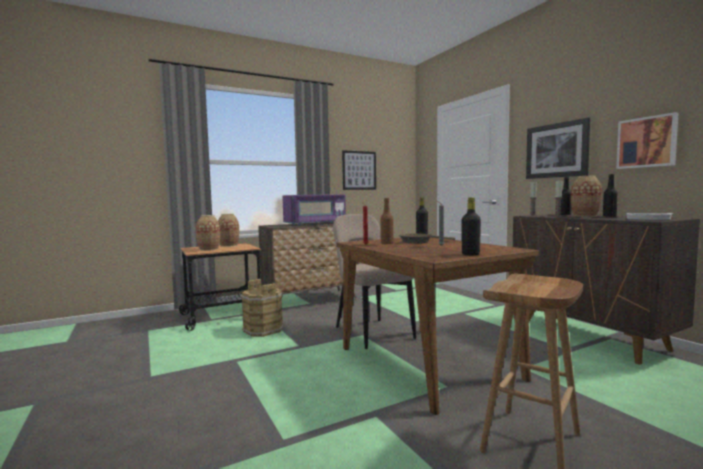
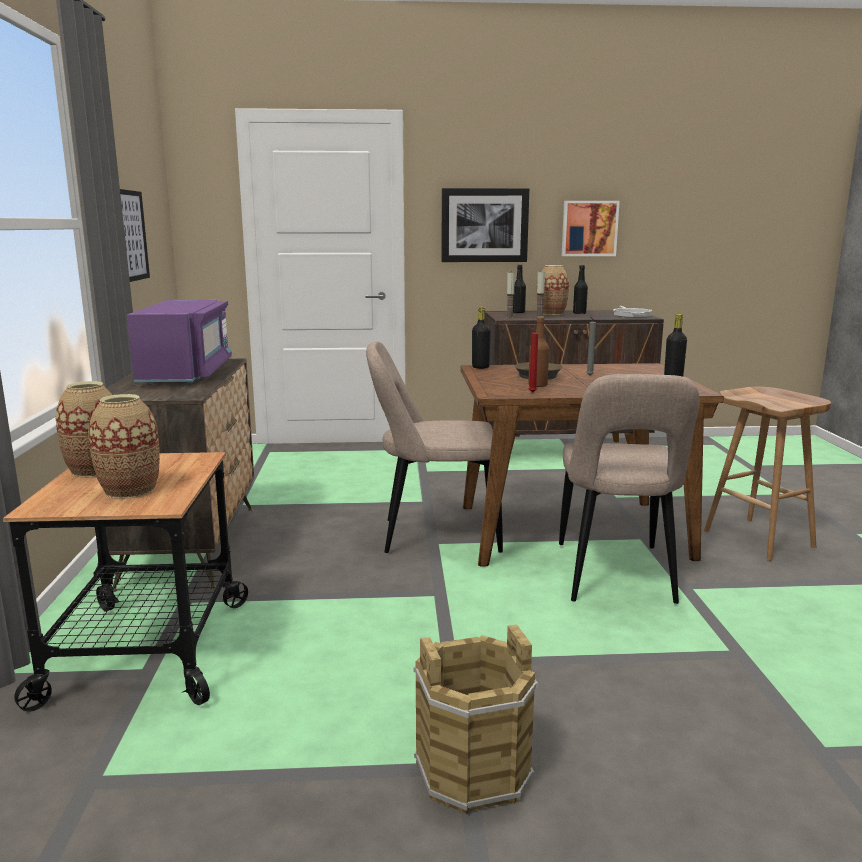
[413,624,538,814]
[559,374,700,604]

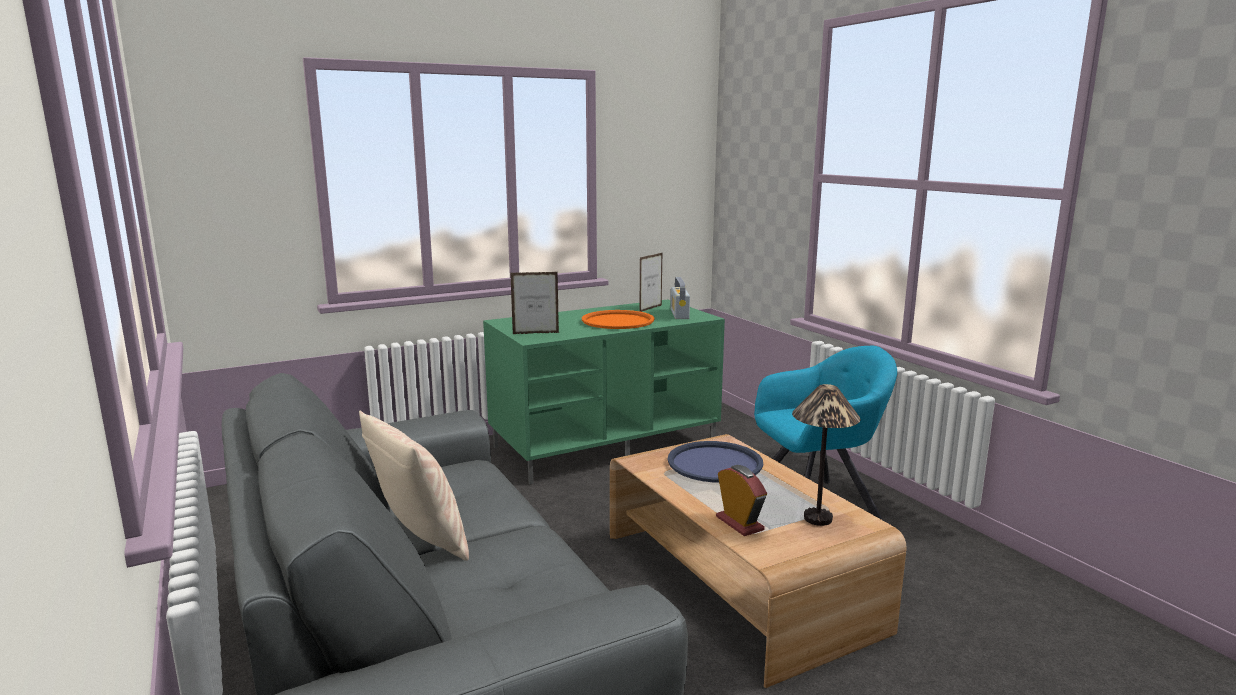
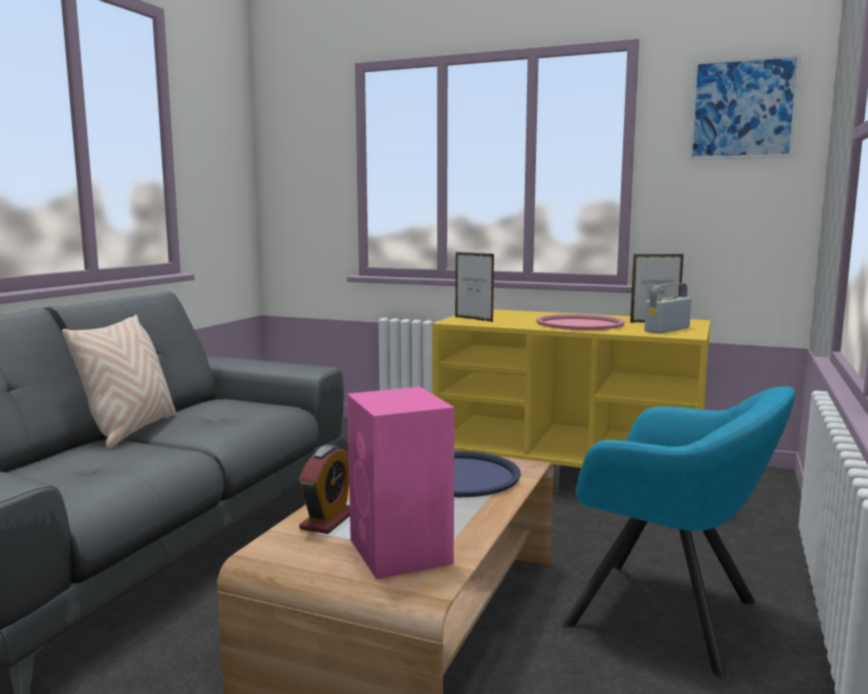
[432,309,710,493]
[536,314,625,330]
[347,387,455,579]
[689,53,802,160]

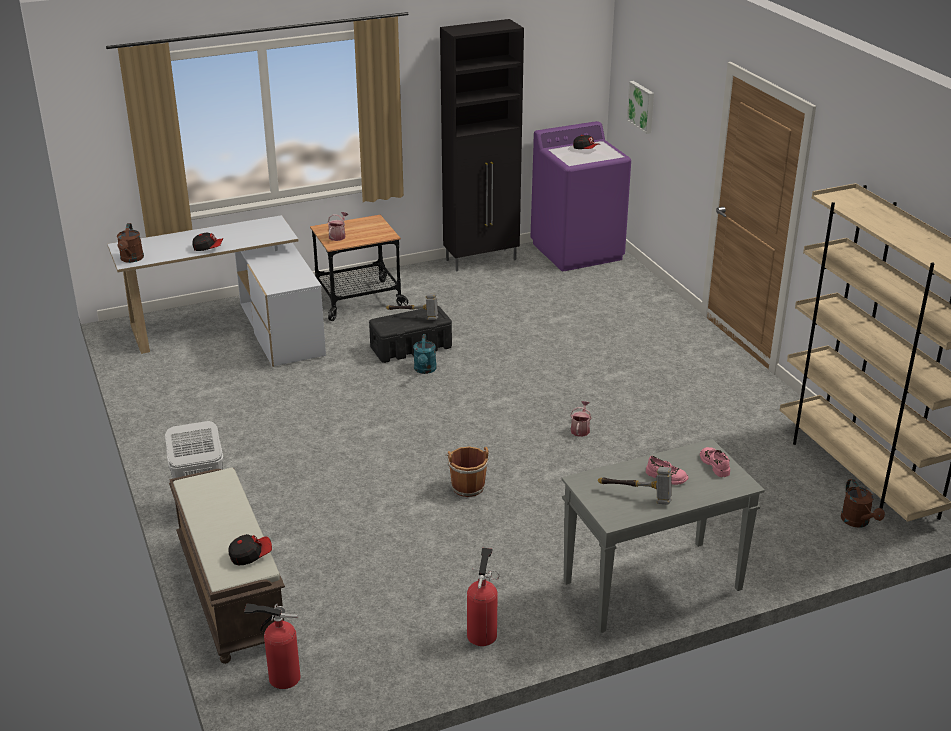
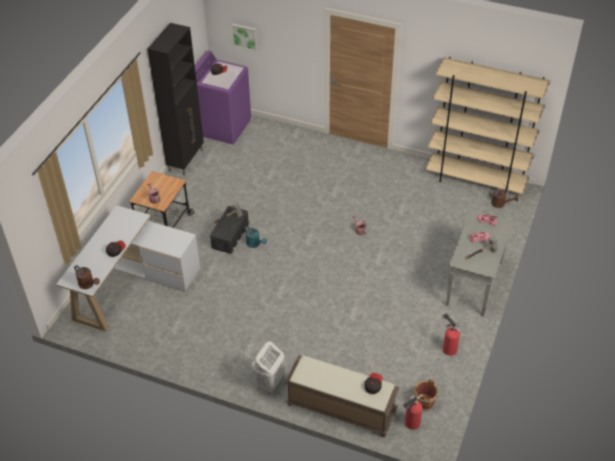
[412,379,438,411]

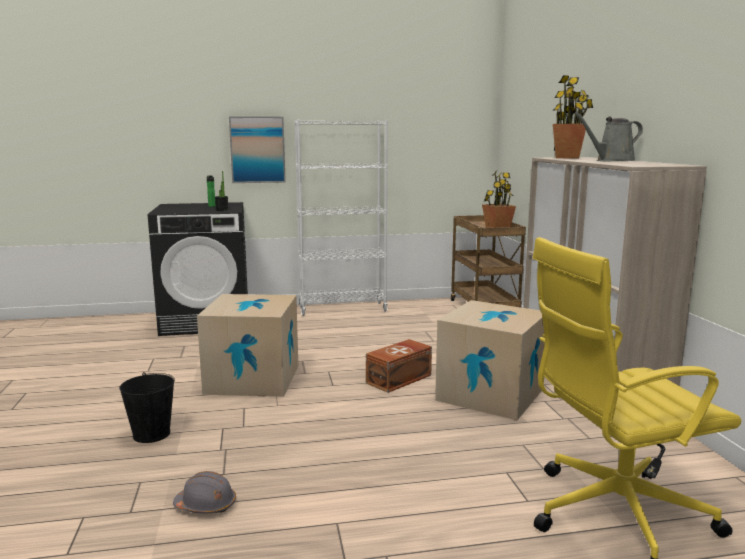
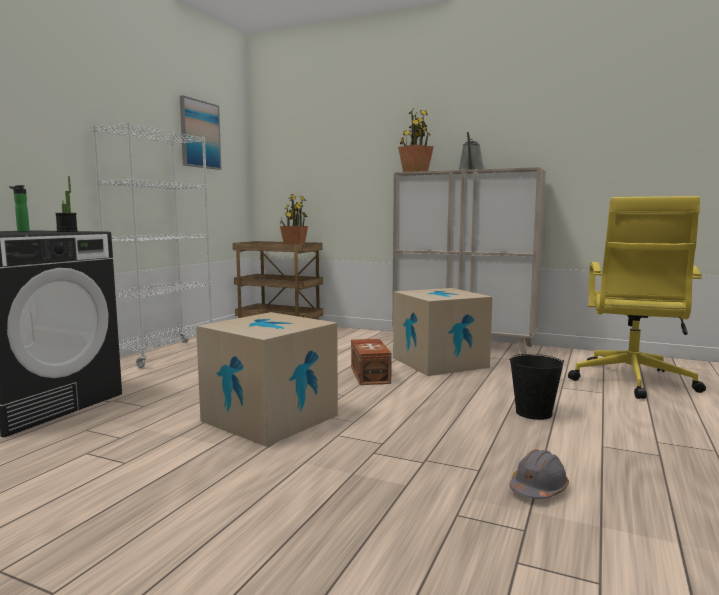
[180,95,221,170]
[509,354,564,420]

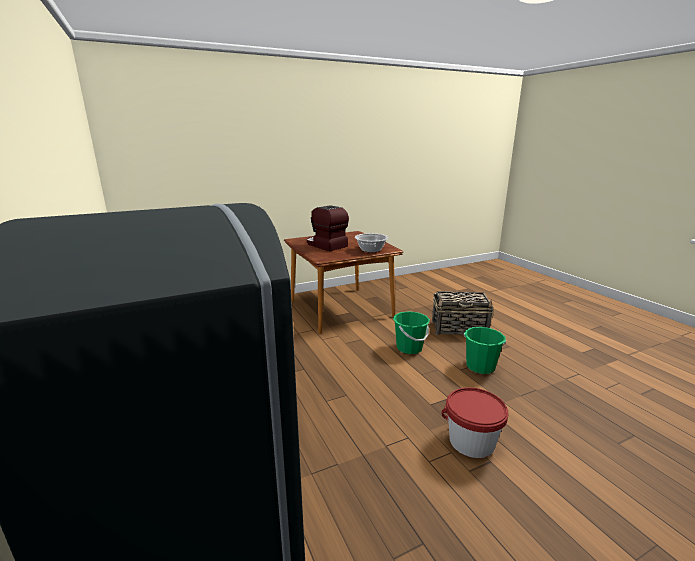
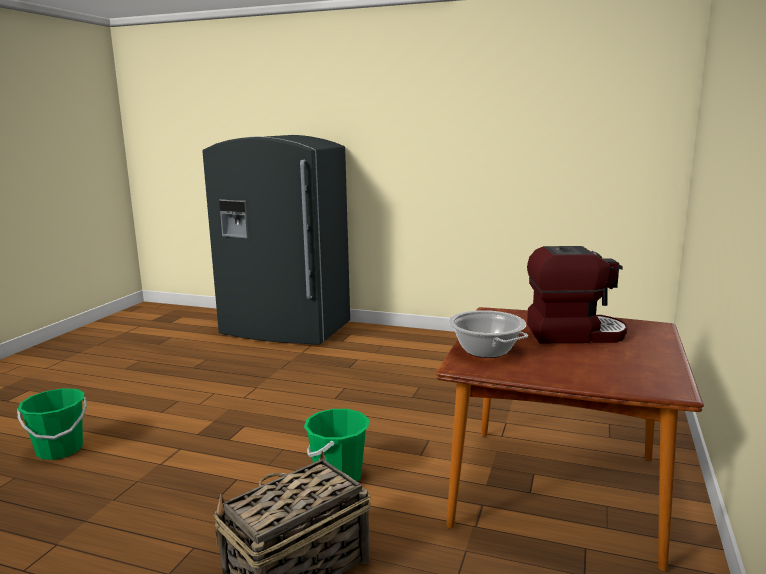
[17,388,87,460]
[441,387,509,458] (first image)

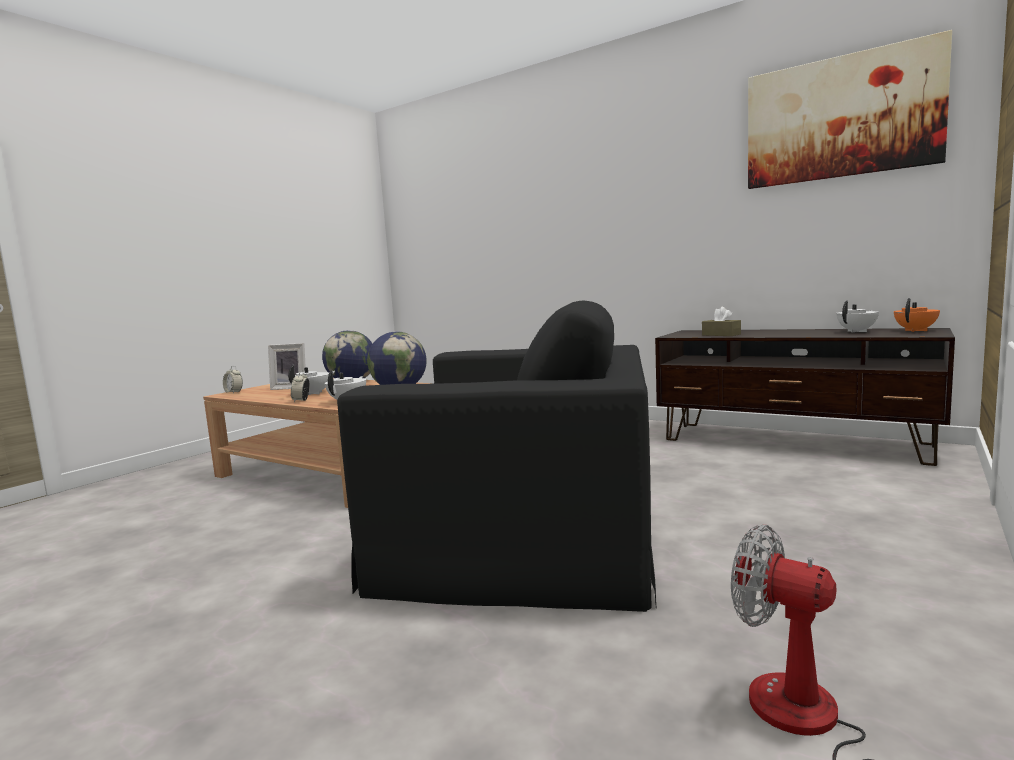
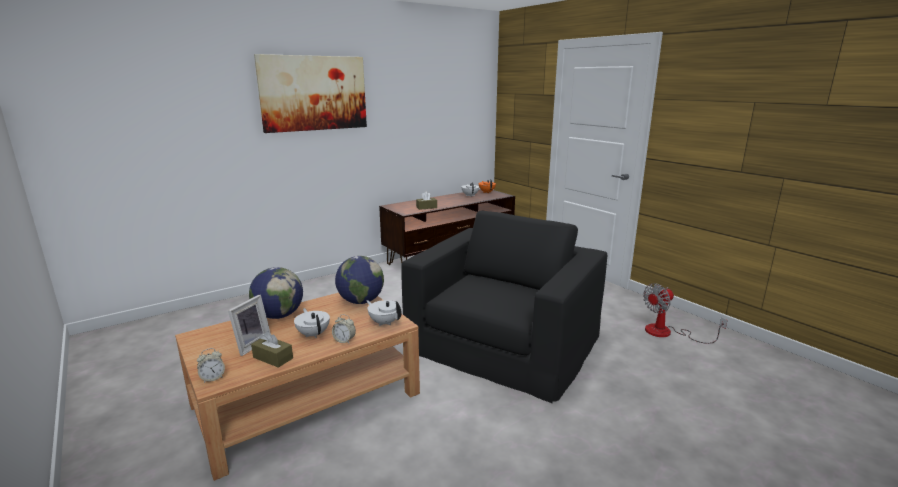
[254,54,367,133]
[251,331,293,368]

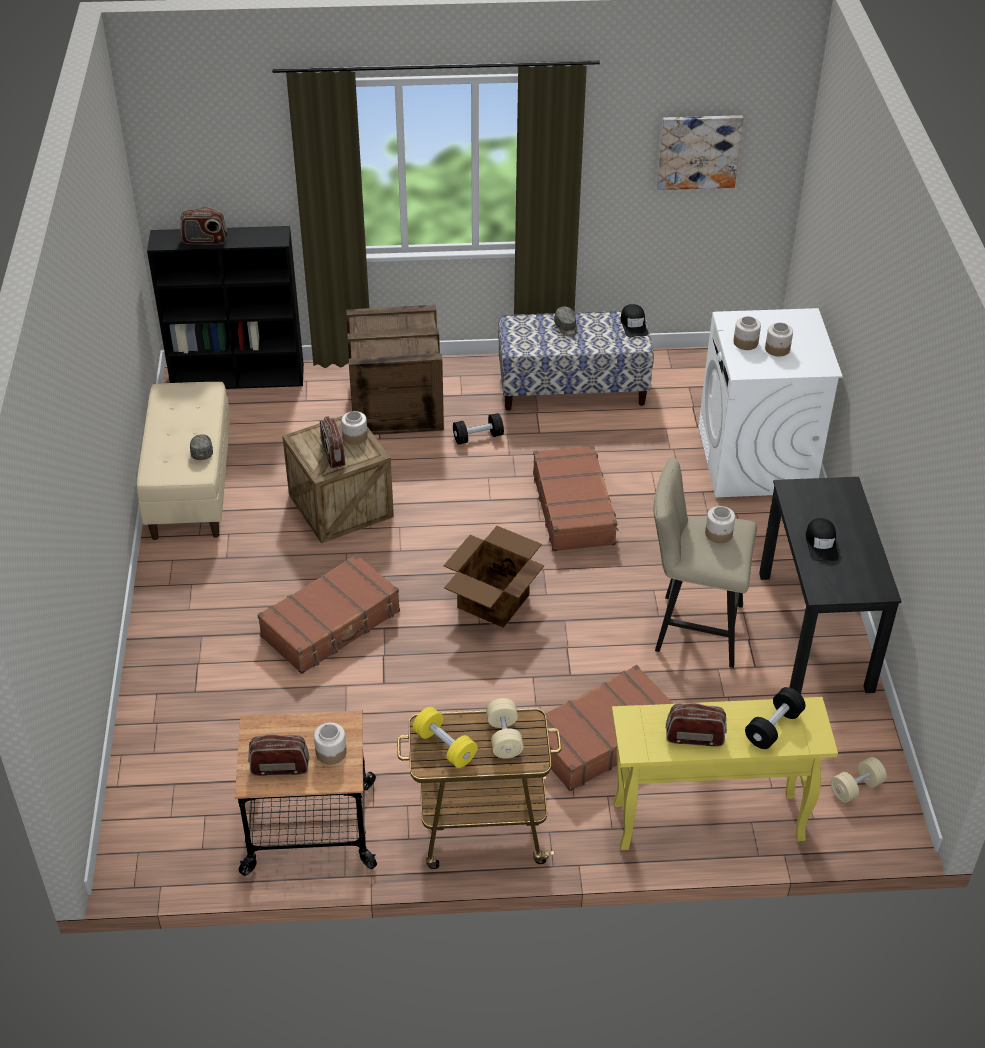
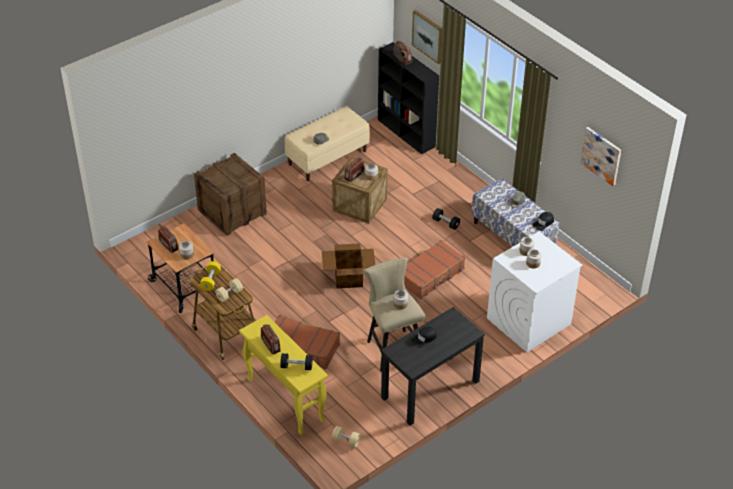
[194,153,267,236]
[257,554,400,674] (first image)
[412,10,443,64]

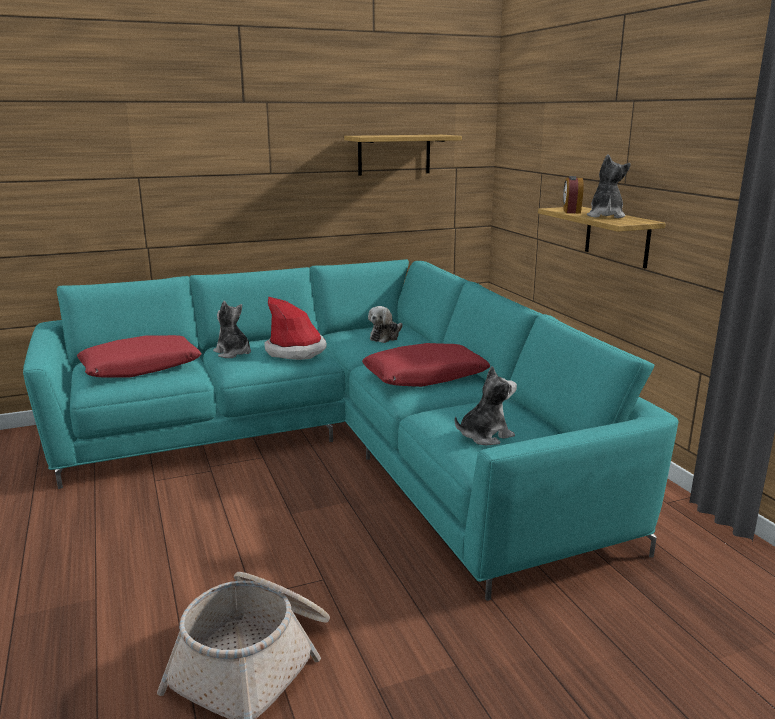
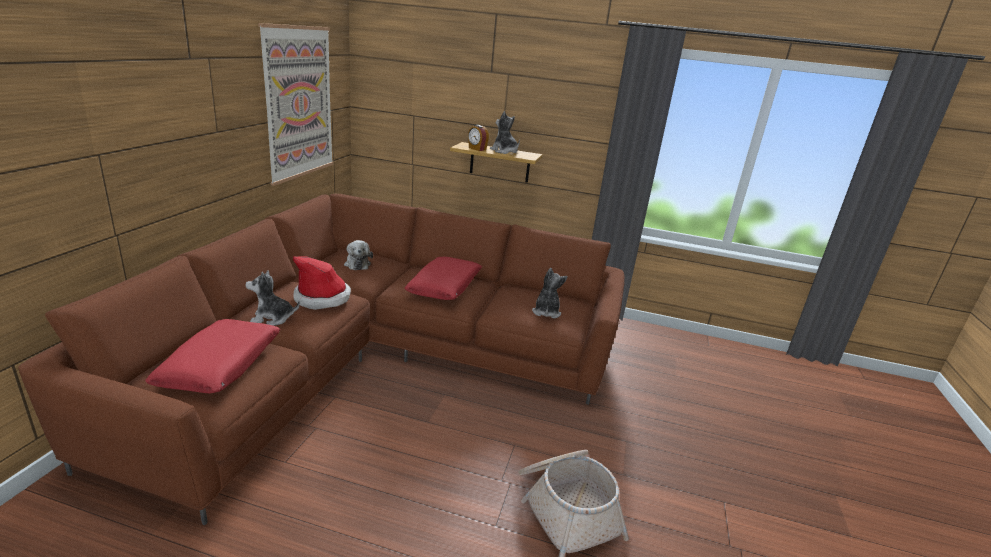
[258,23,333,186]
[18,194,625,525]

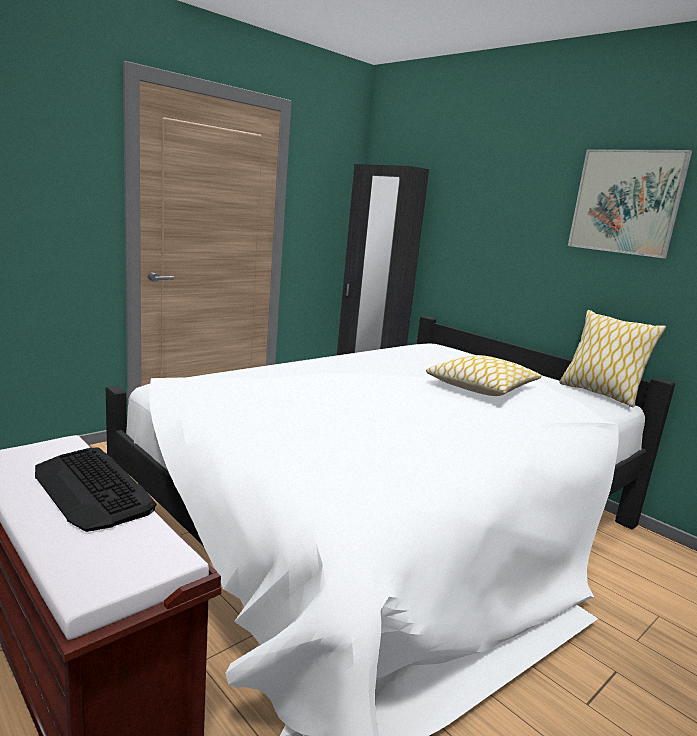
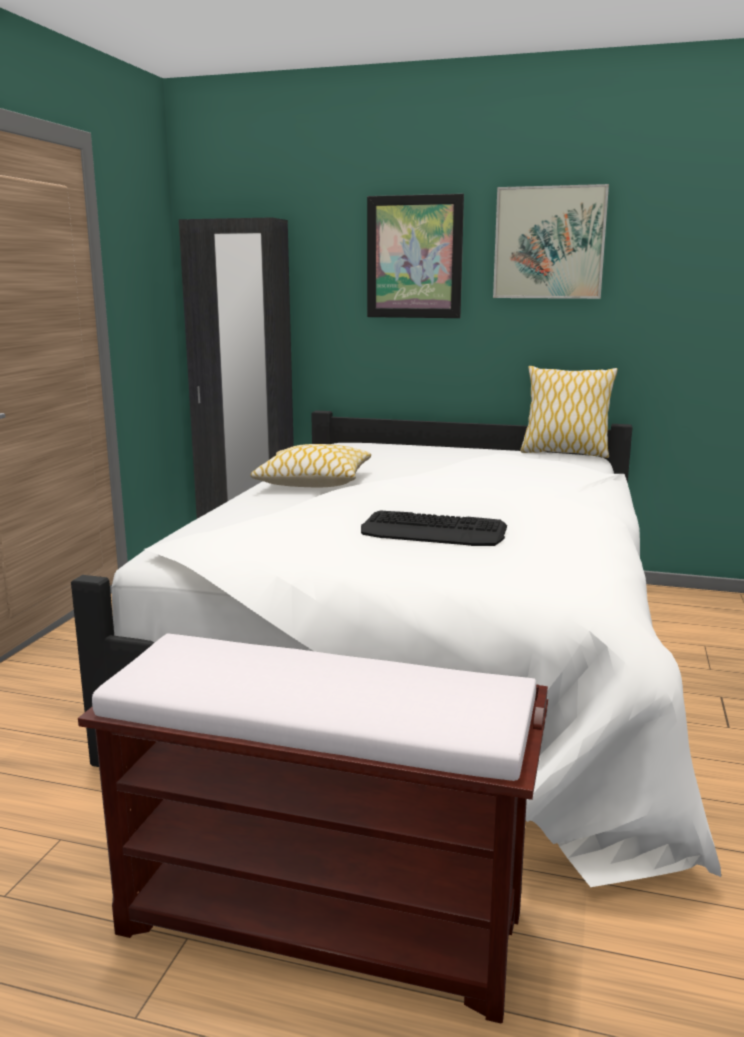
[251,444,371,487]
[361,511,507,546]
[367,194,464,318]

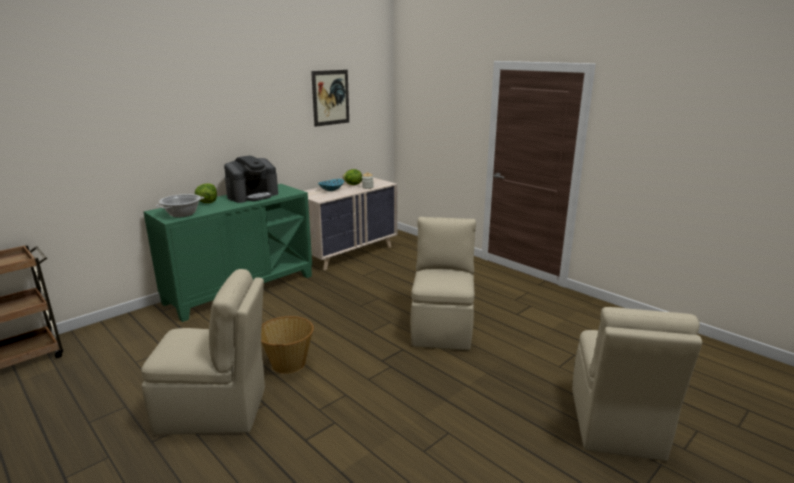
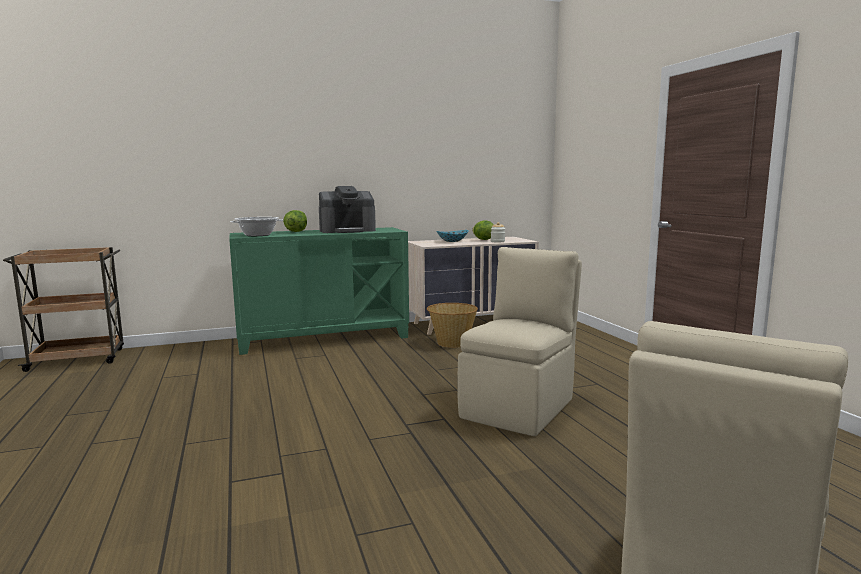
[311,70,349,127] (first image)
[141,269,265,435] (first image)
[427,303,478,348]

